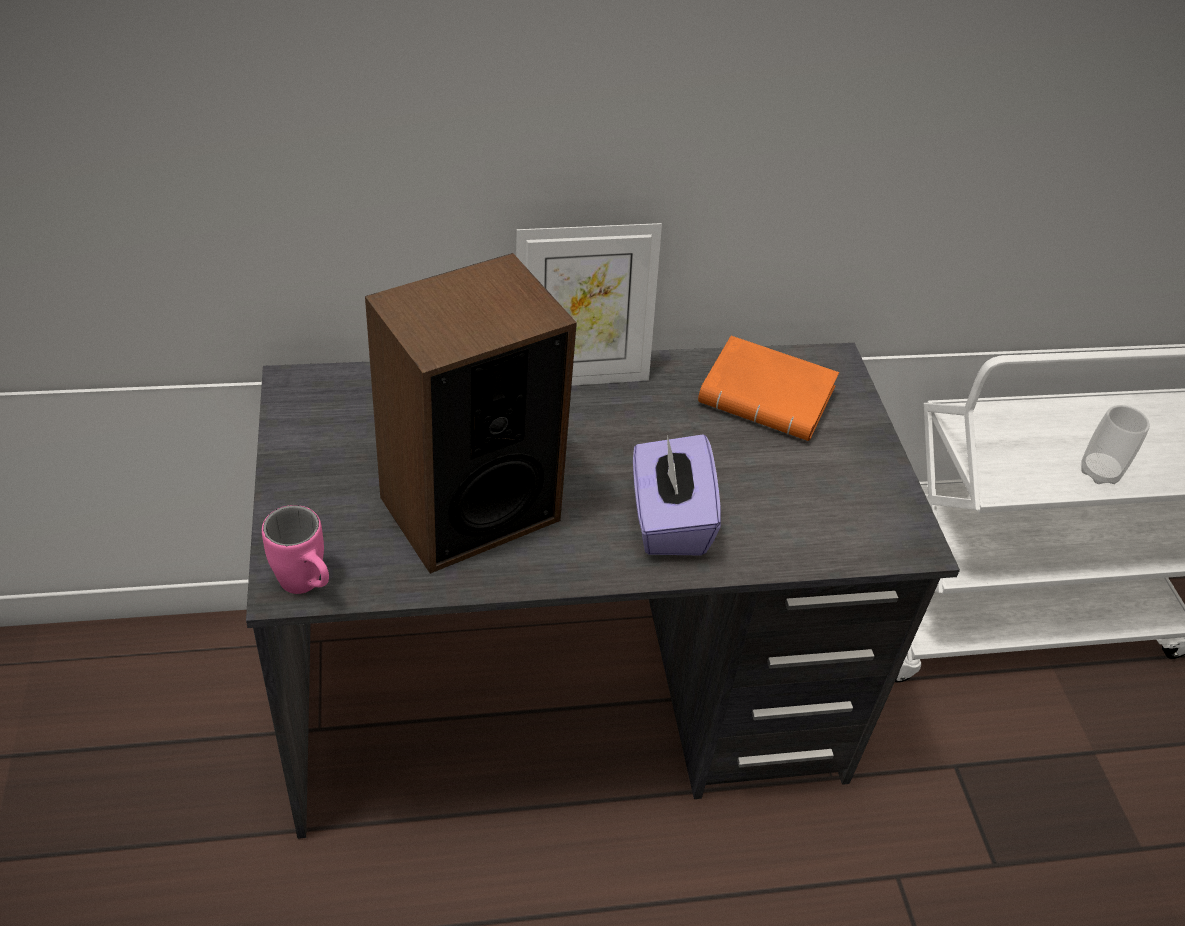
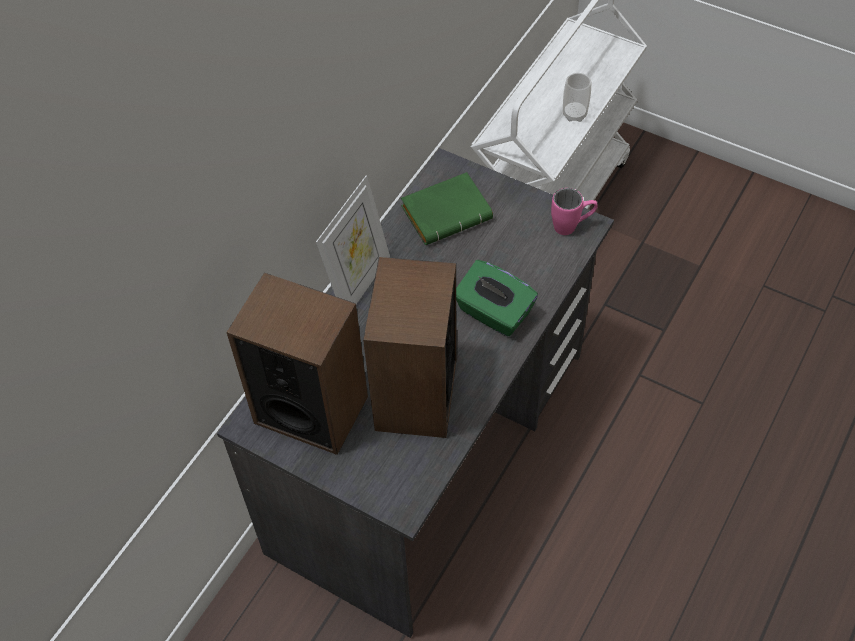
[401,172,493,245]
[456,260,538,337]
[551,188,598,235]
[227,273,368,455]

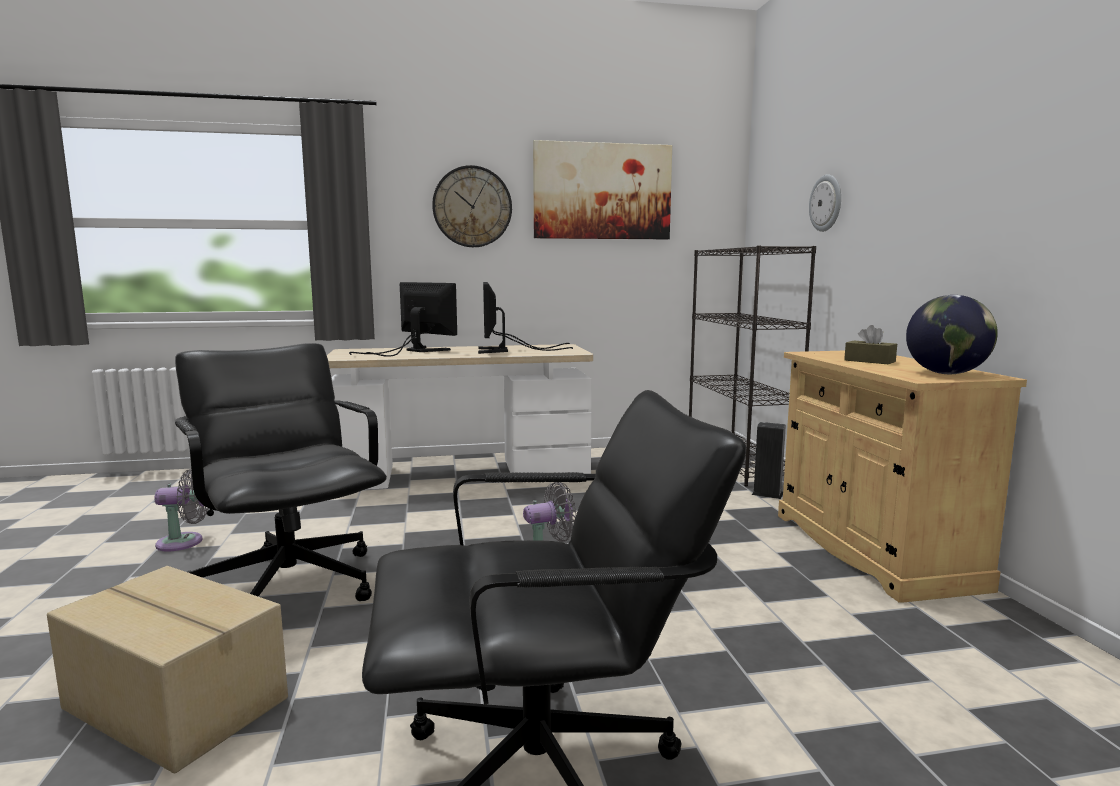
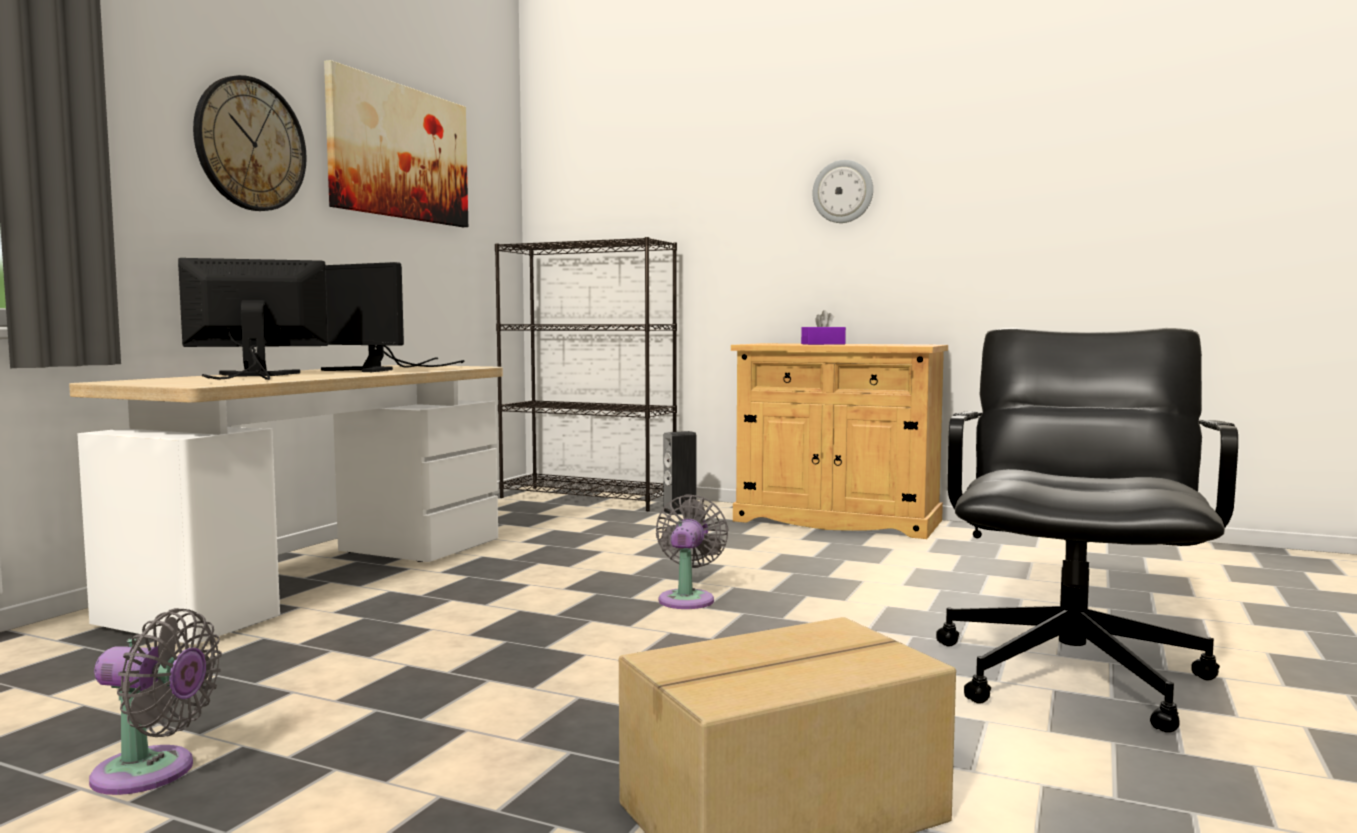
[812,160,873,223]
[906,295,998,374] (first image)
[801,310,846,345]
[175,343,387,601] (first image)
[89,608,222,795]

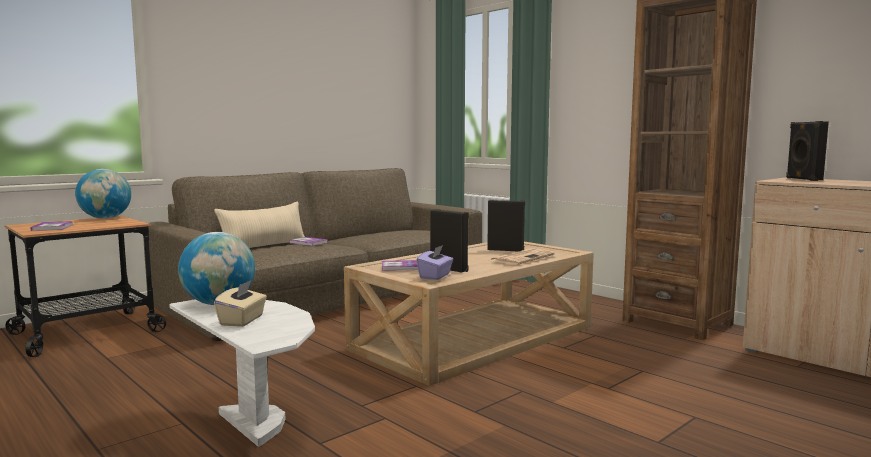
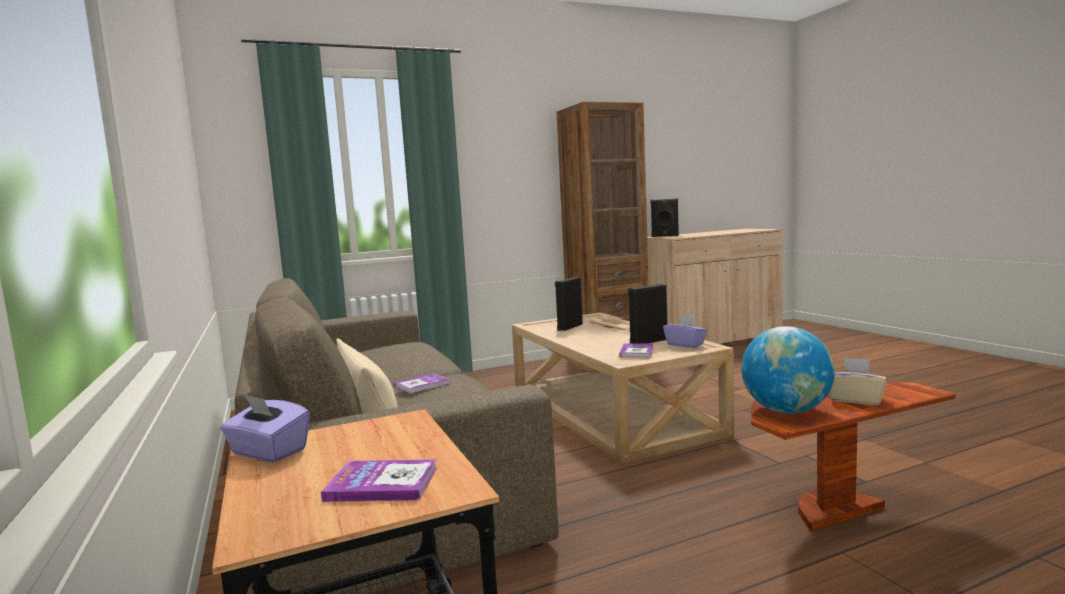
[220,394,310,463]
[751,381,956,531]

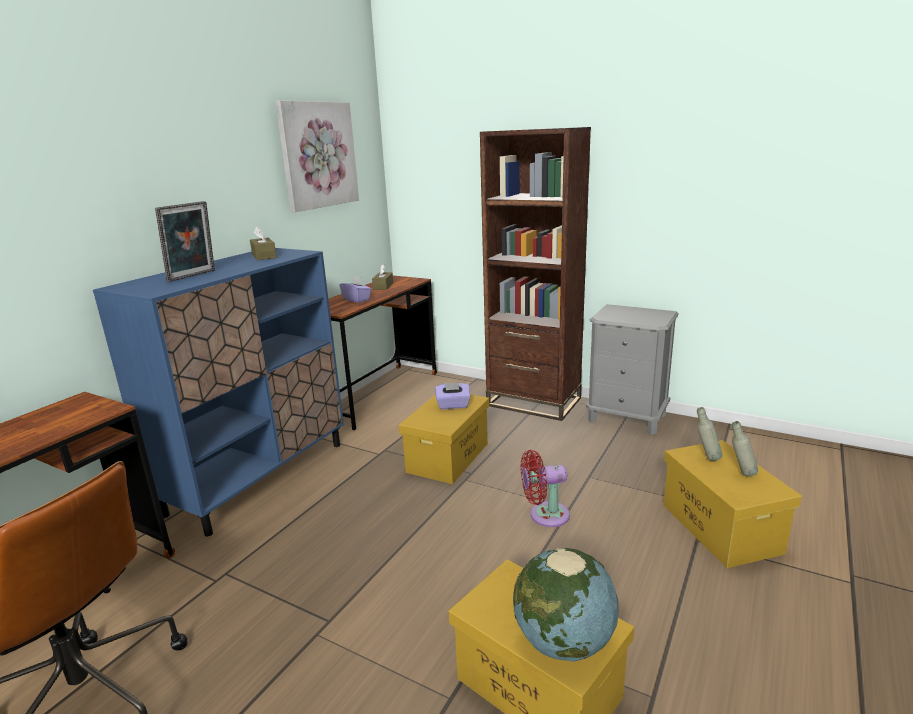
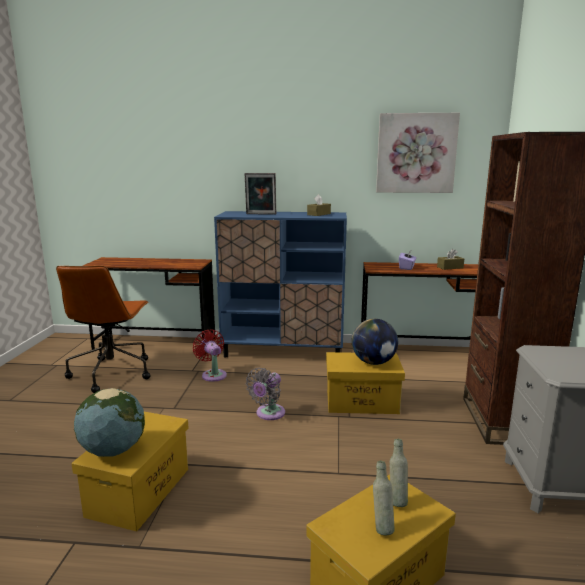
[352,319,398,365]
[193,330,227,382]
[246,368,285,420]

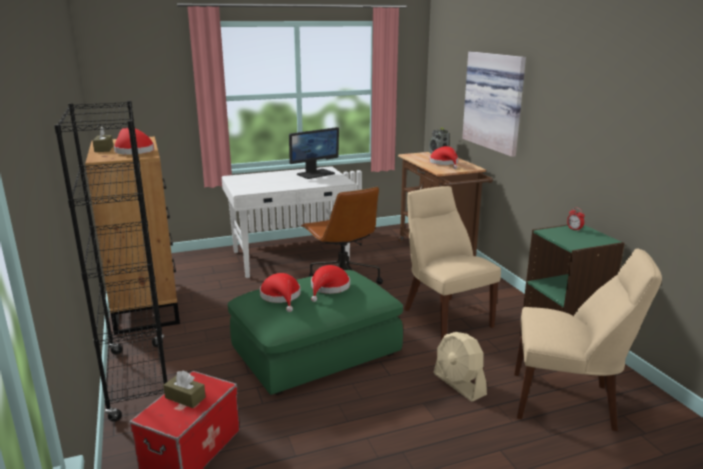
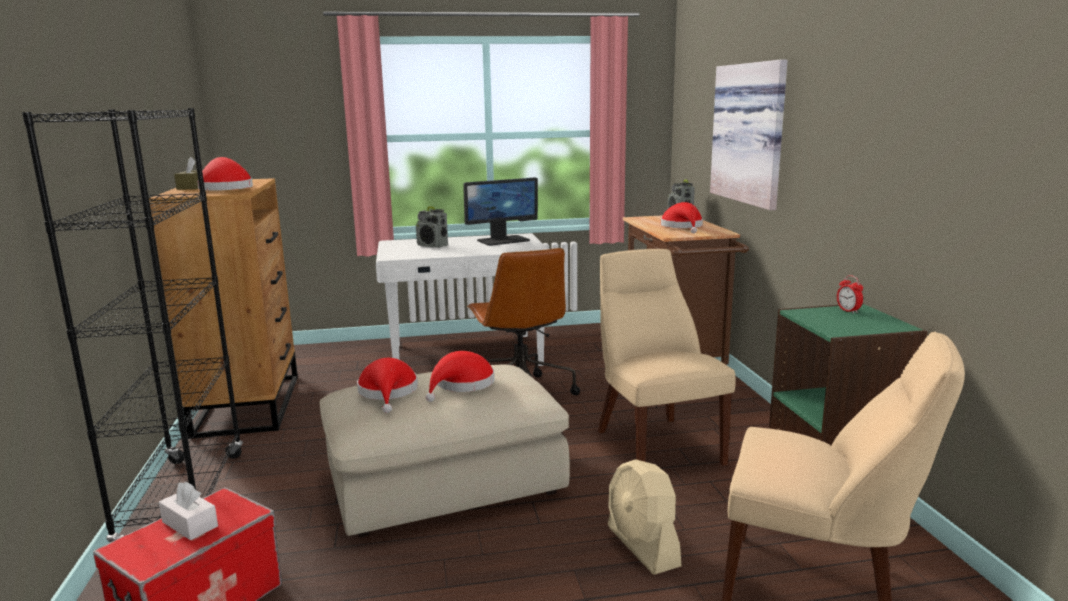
[320,365,570,538]
[159,482,218,540]
[416,206,448,248]

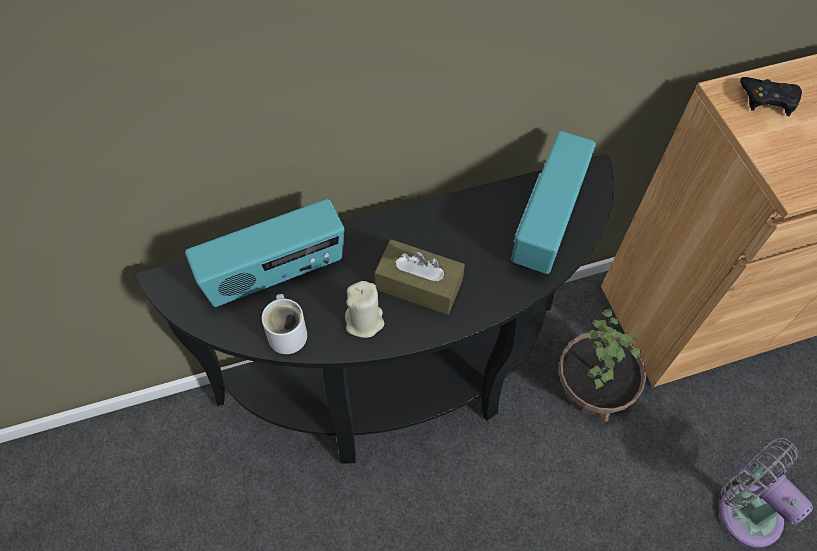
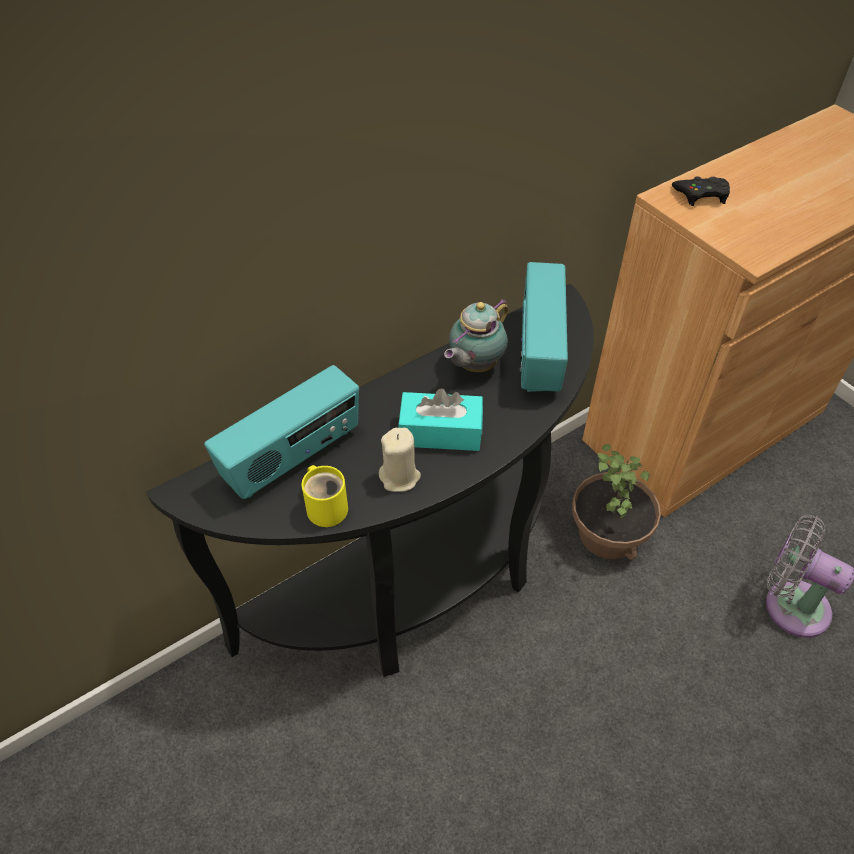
[398,388,483,451]
[302,465,348,527]
[444,299,508,372]

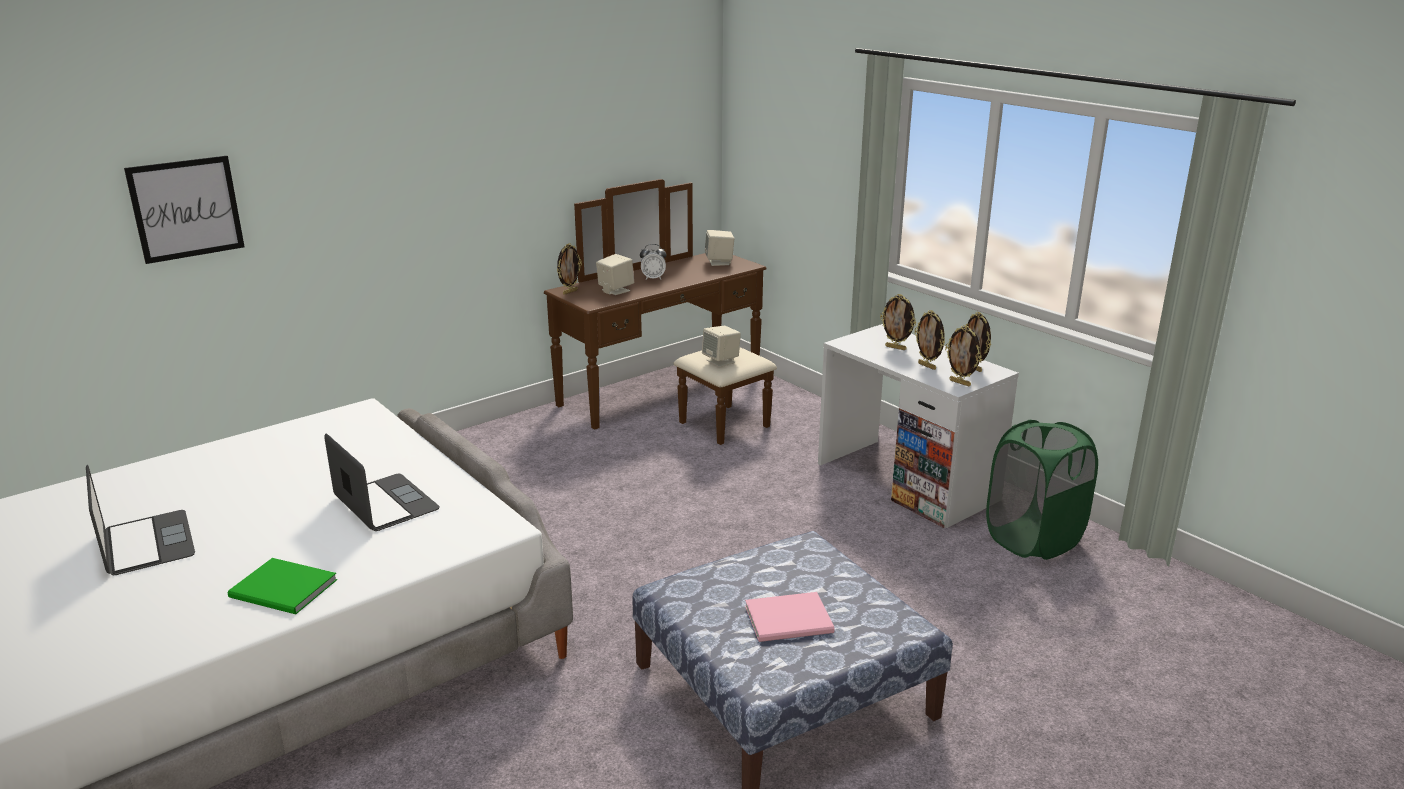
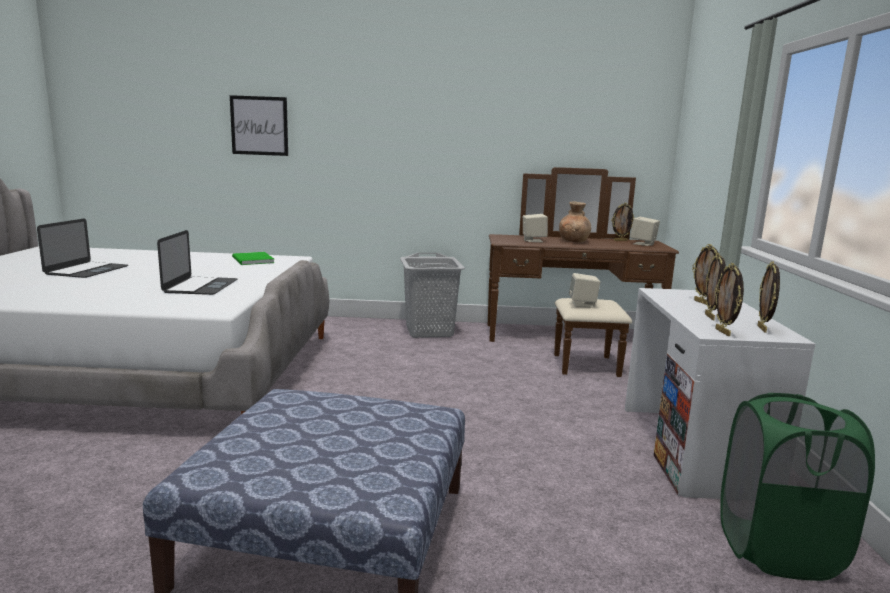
[611,203,634,241]
[559,202,591,243]
[232,252,274,265]
[745,592,835,642] (first image)
[400,253,465,338]

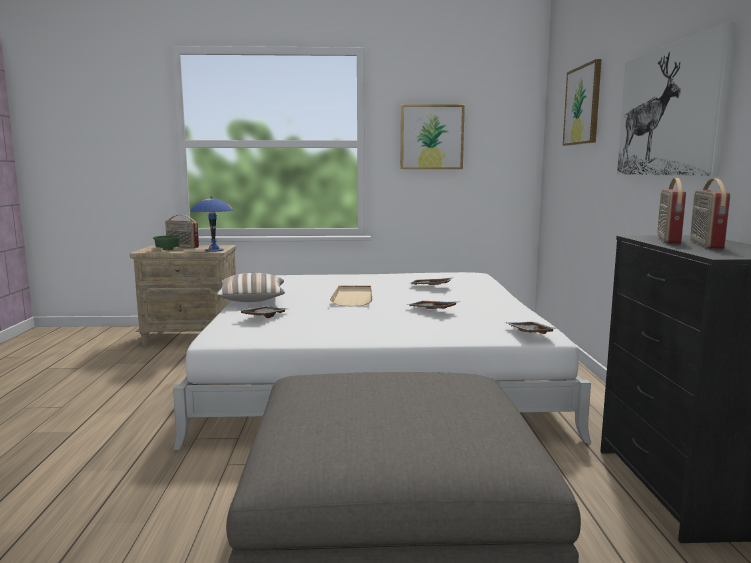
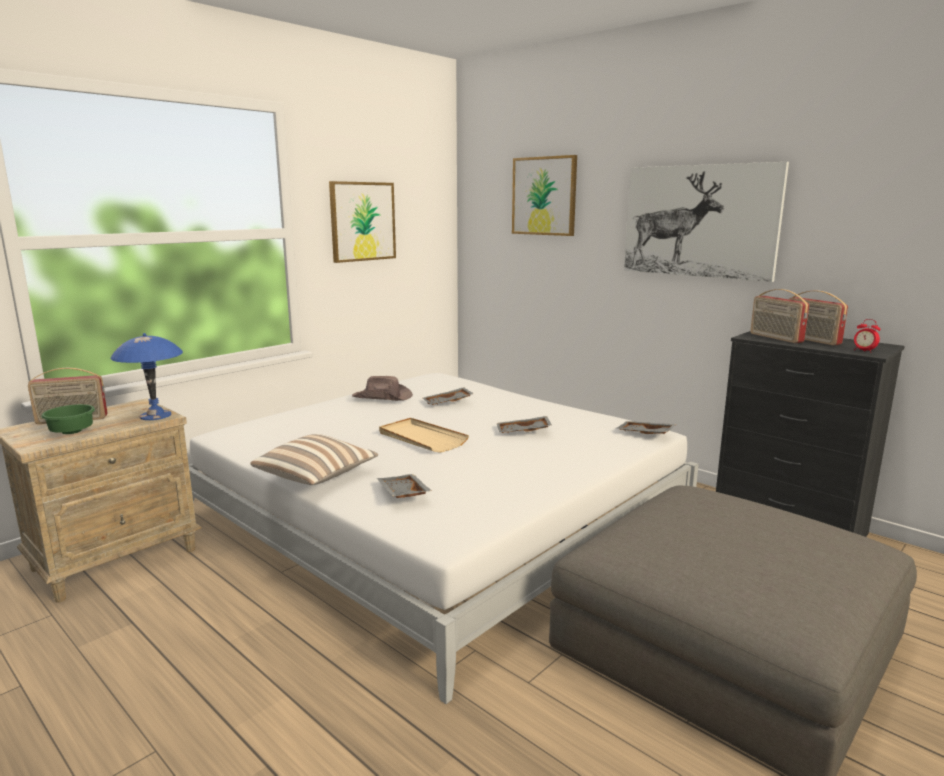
[854,319,880,353]
[352,376,413,401]

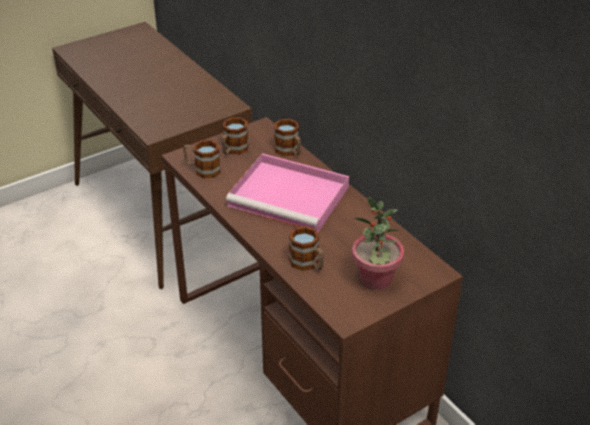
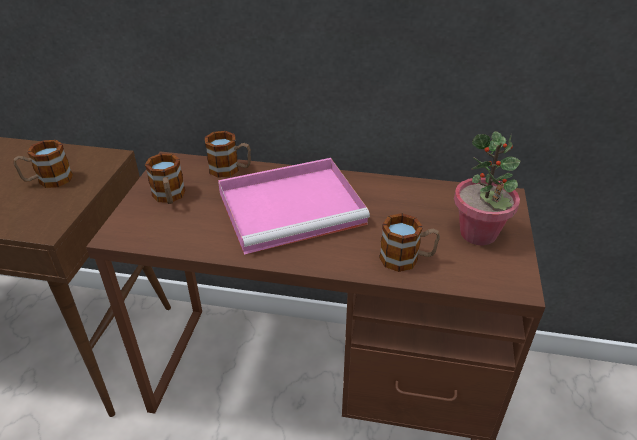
[14,140,73,188]

